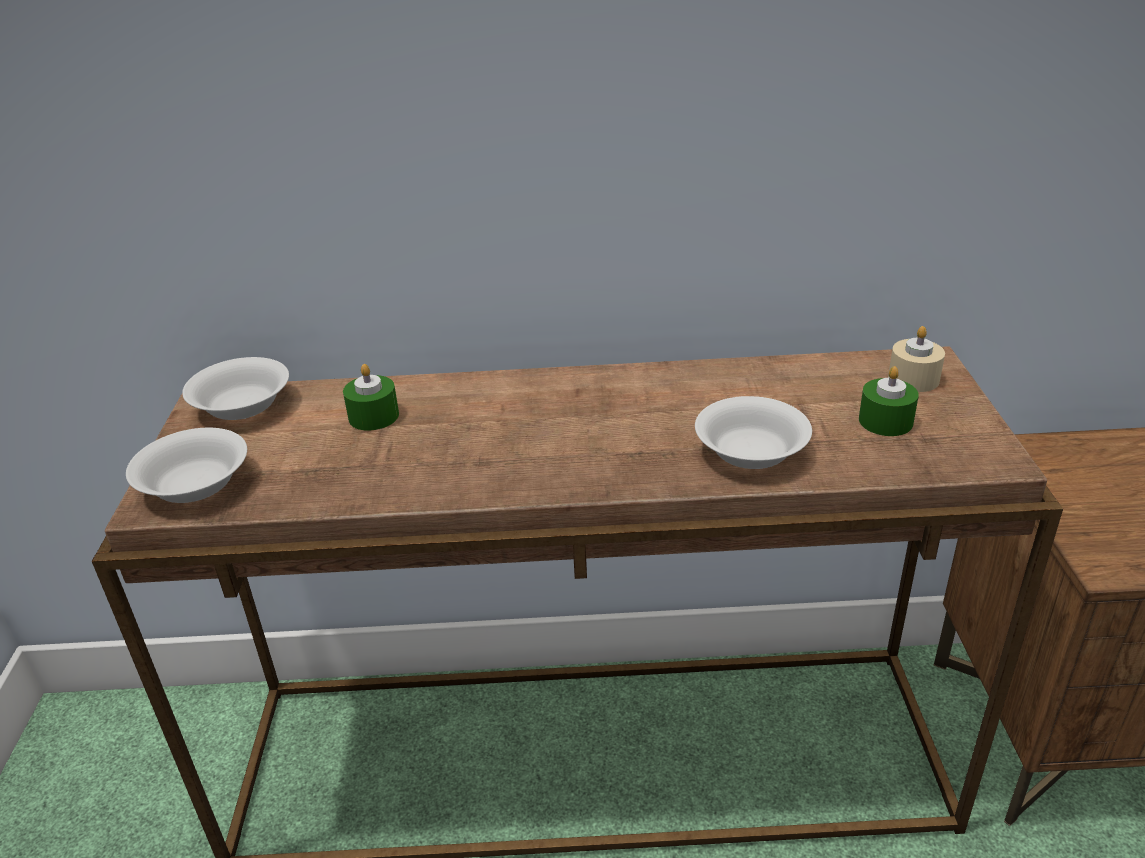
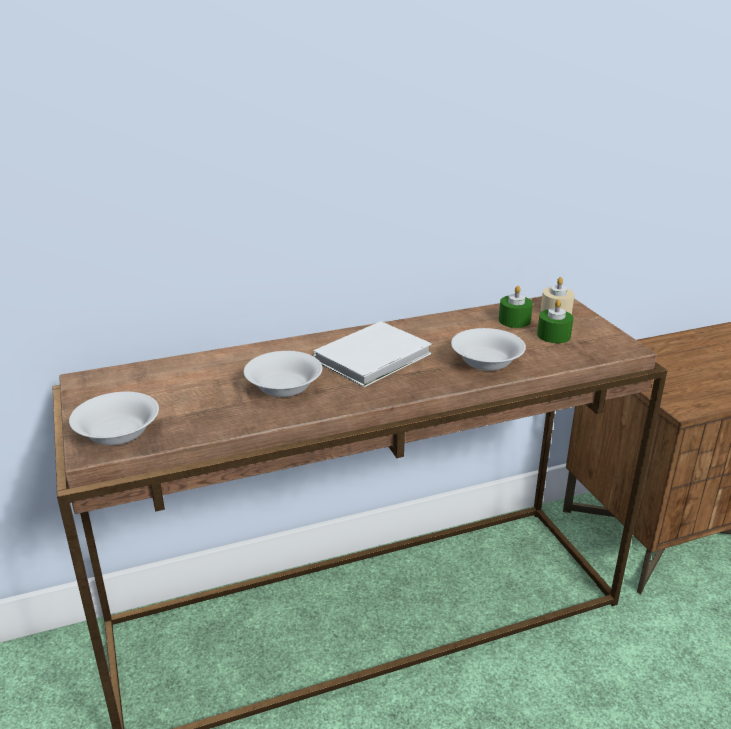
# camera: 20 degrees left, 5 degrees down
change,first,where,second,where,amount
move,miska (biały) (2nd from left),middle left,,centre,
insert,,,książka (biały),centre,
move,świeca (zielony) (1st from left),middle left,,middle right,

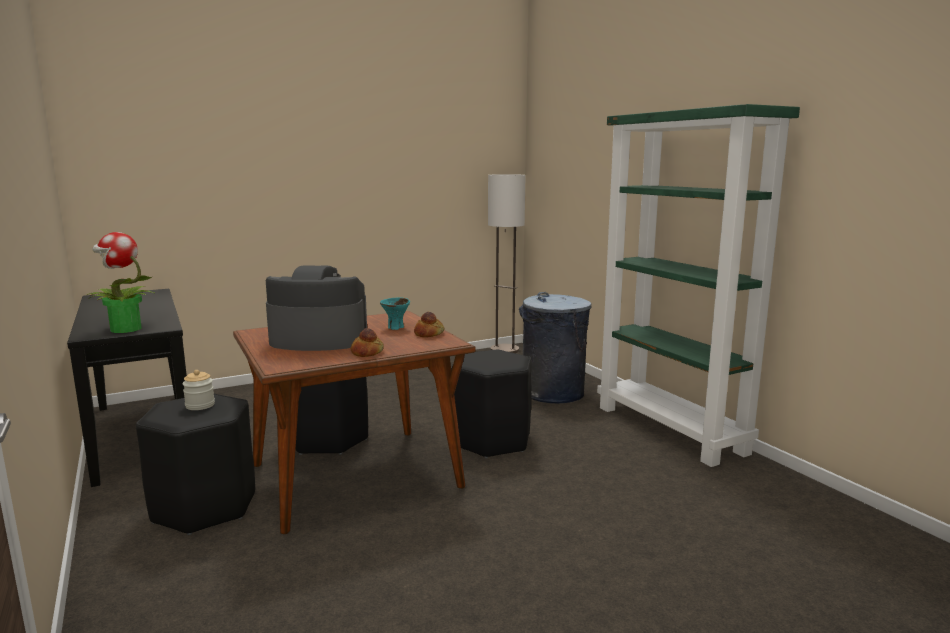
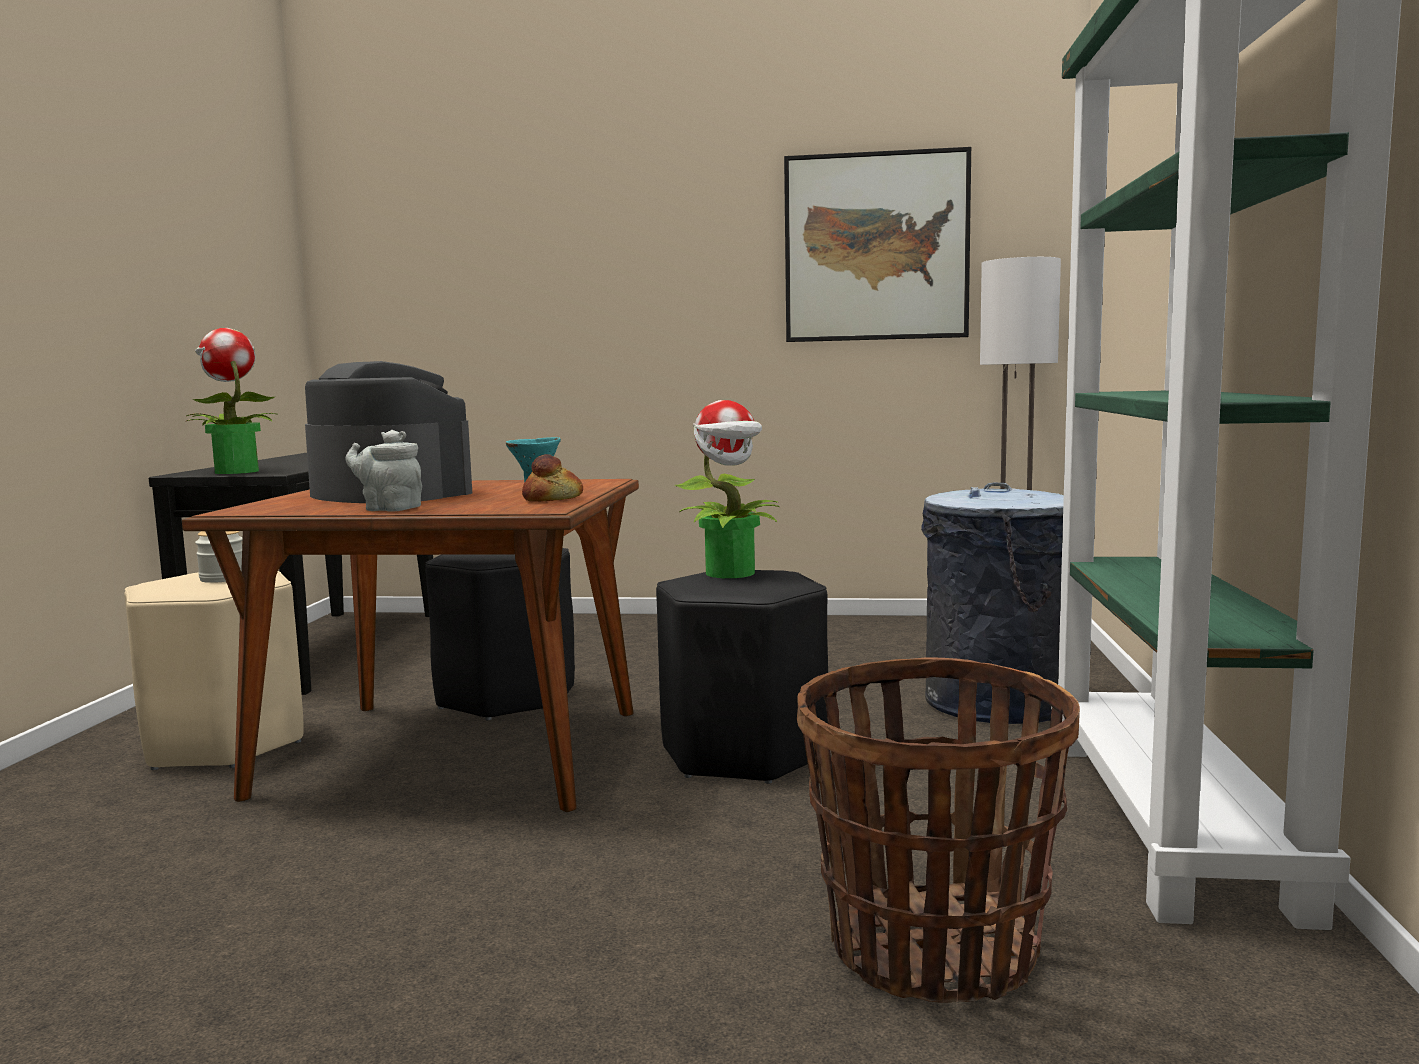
# camera: 35 degrees right, 5 degrees down
change,first,where,second,where,amount
recolor,stołek (czarny) (1st from left),bottom left,stołek (beżowy),middle left,
replace,chleb (1st from left),centre,imbryk (szary),middle left,
insert,,,roślina doniczkowa (2nd from left),centre,
insert,,,obraz,top centre,
insert,,,koszyk,bottom centre,

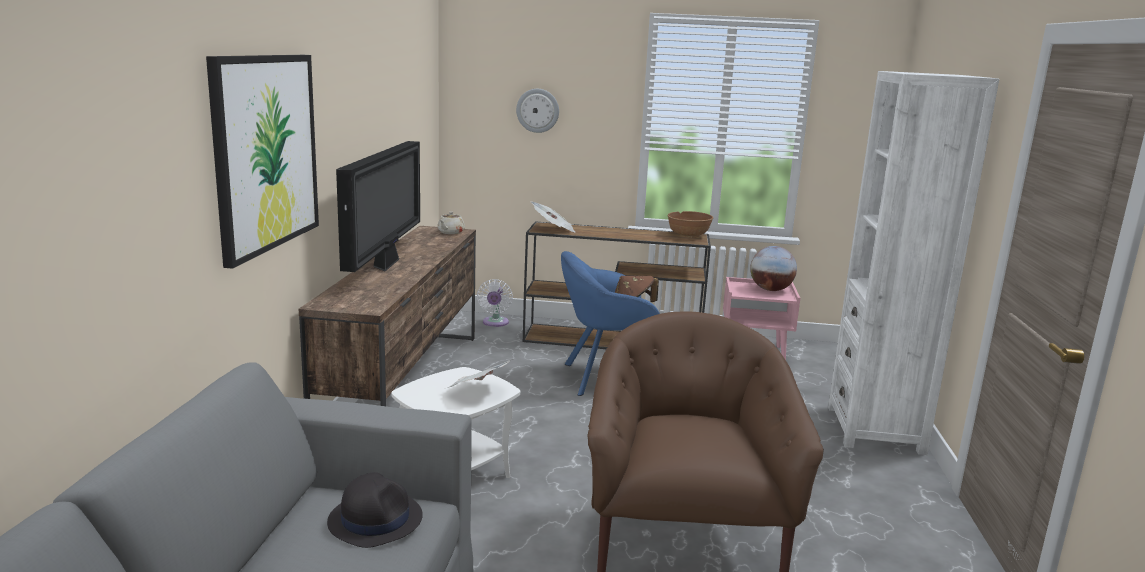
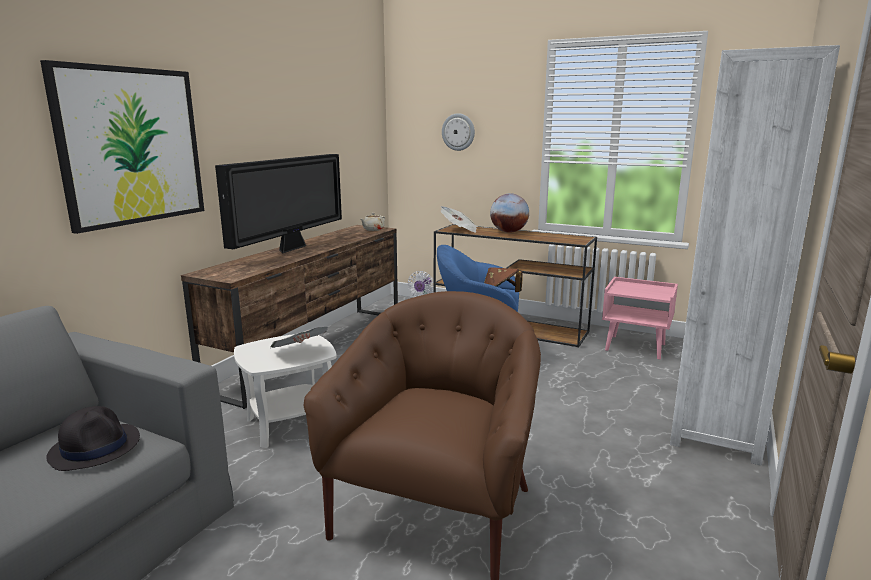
# camera: 20 degrees right, 0 degrees up
change,first,where,second,where,amount
move,globus,middle right,,centre,
delete,miska (brązowy),centre,,,

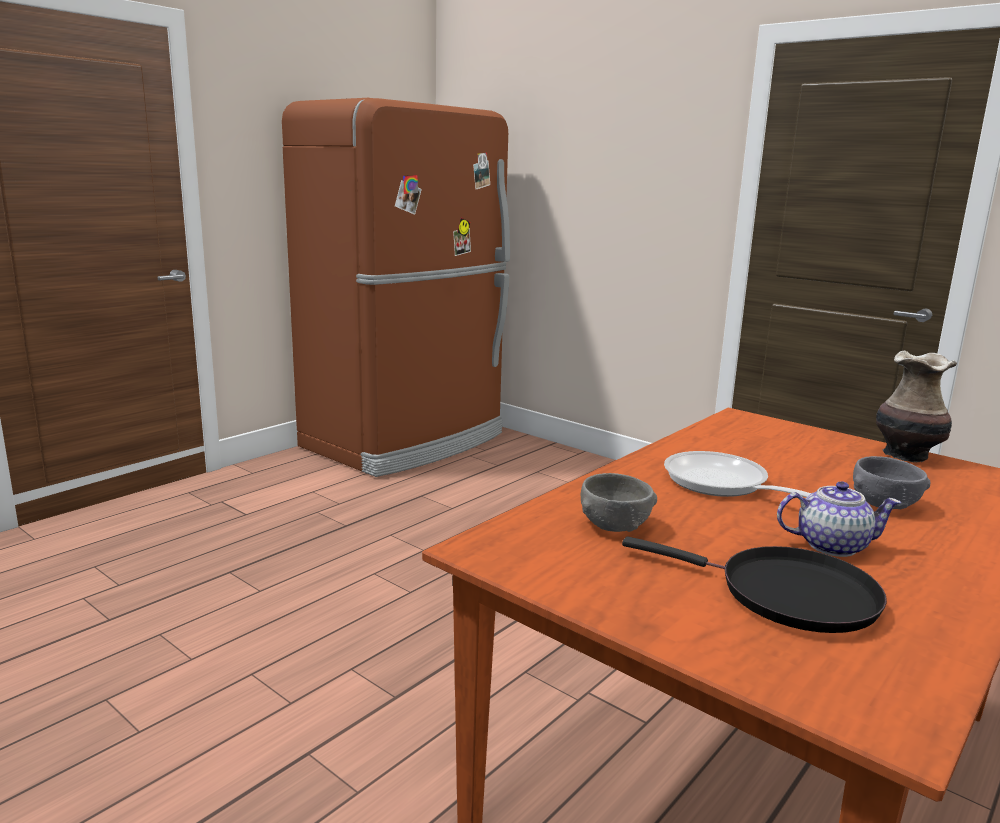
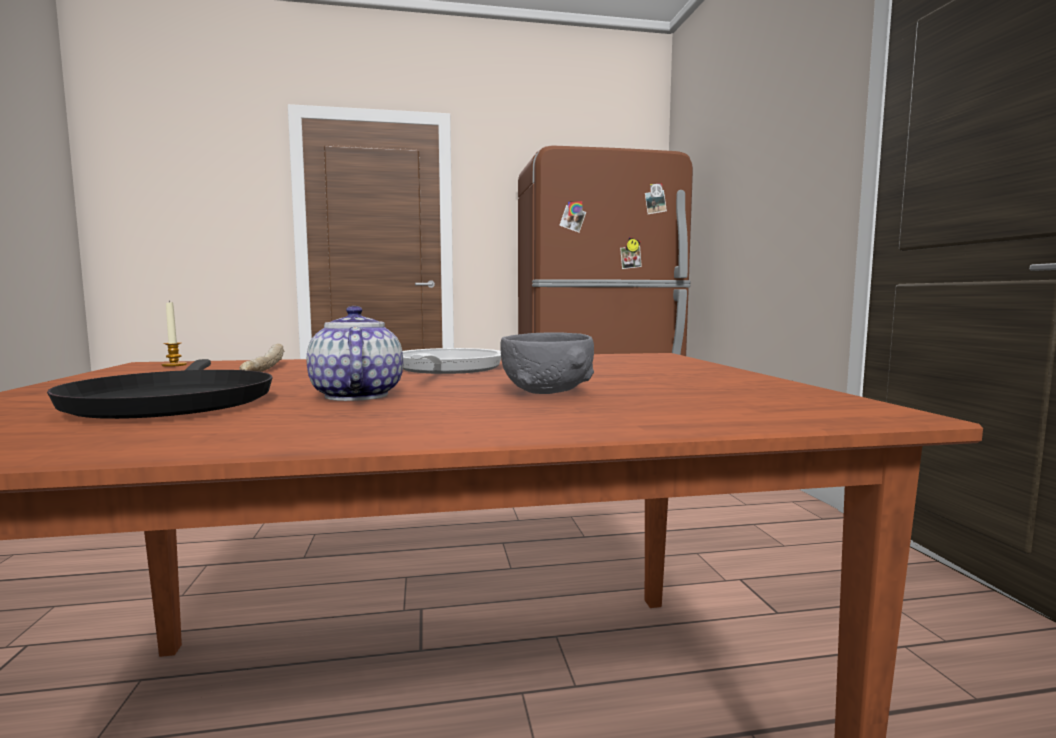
# camera: 40 degrees right, 10 degrees down
change,first,where,second,where,amount
insert,,,świeca,middle left,
replace,miska (szary) (1st from left),centre,chleb,middle left,
rotate,imbryk,middle right,,centre,150 degrees counterclockwise
delete,wazon,middle right,,,

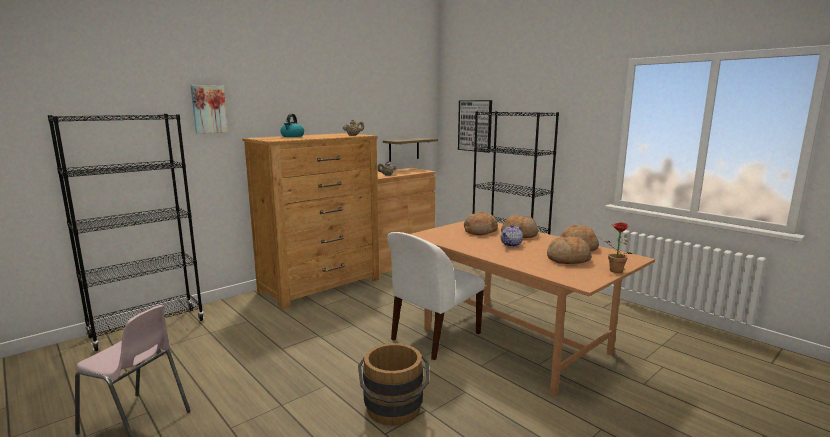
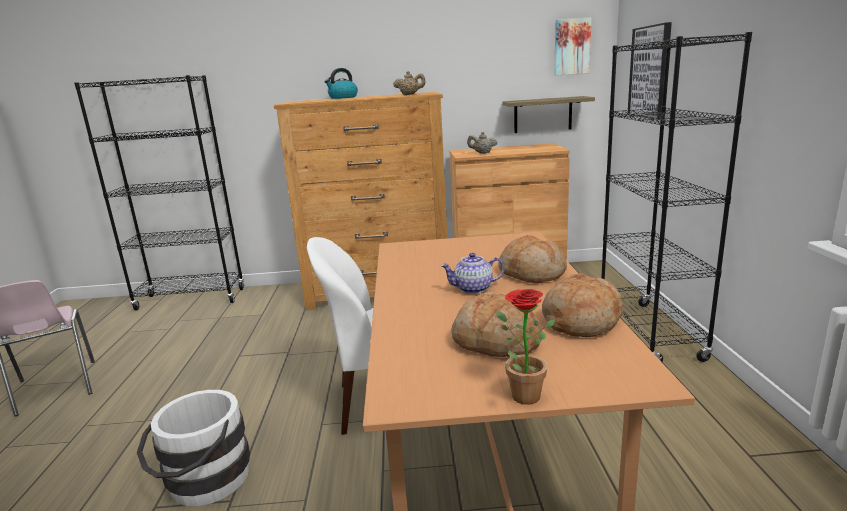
# camera: 40 degrees right, 5 degrees up
change,first,where,second,where,amount
recolor,wiadro (brązowy),bottom centre,wiadro (biały),bottom left,
move,obraz (1st from left),top left,,top right,
delete,chleb (1st from left),centre,,,

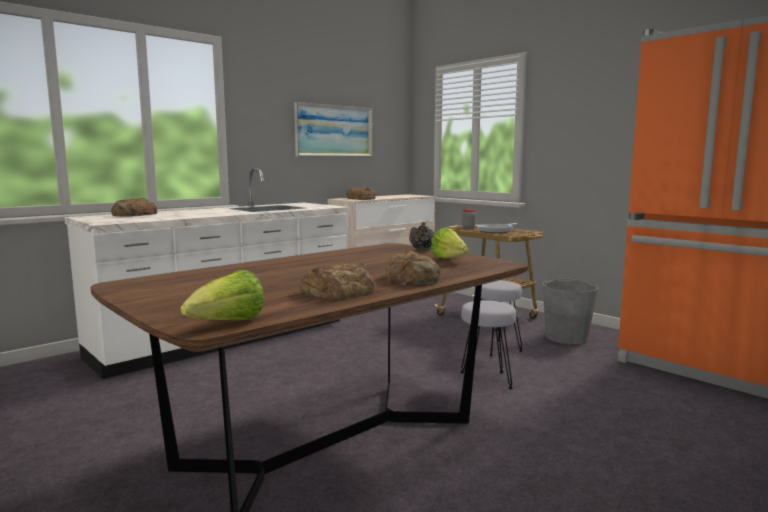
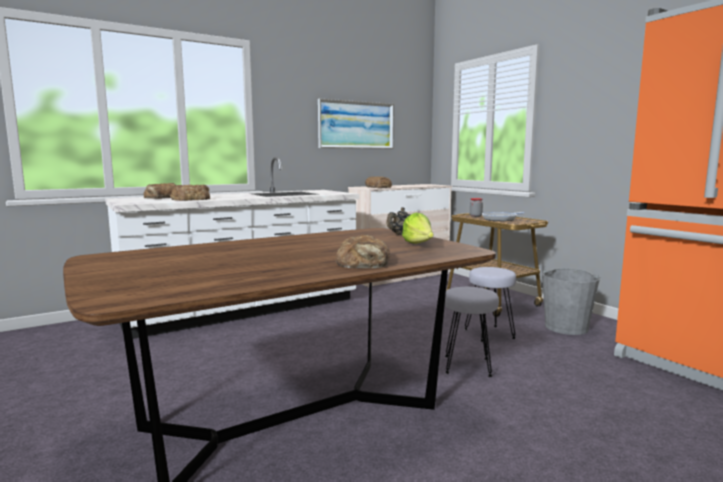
# camera: 10 degrees right, 0 degrees up
change,first,where,second,where,amount
move,chleb (2nd from left),centre,,middle left,
delete,sałata (1st from left),middle left,,,

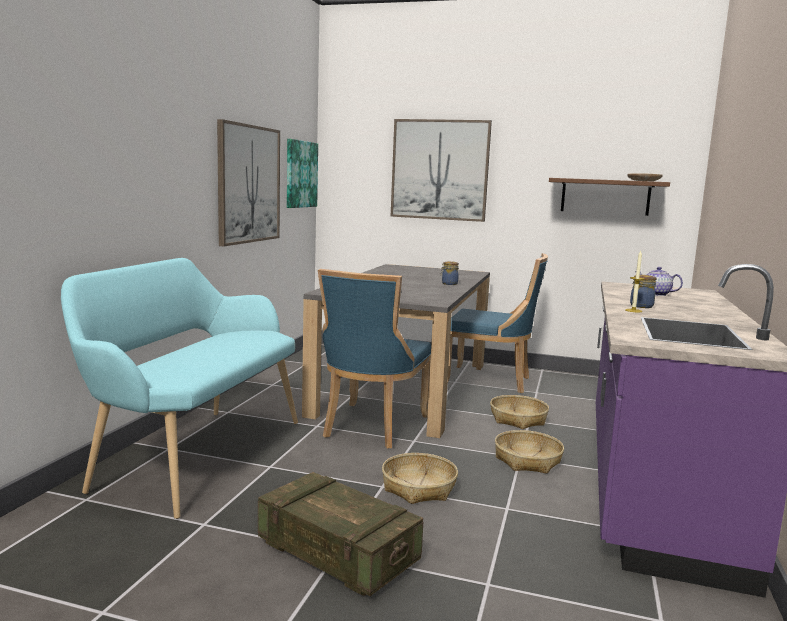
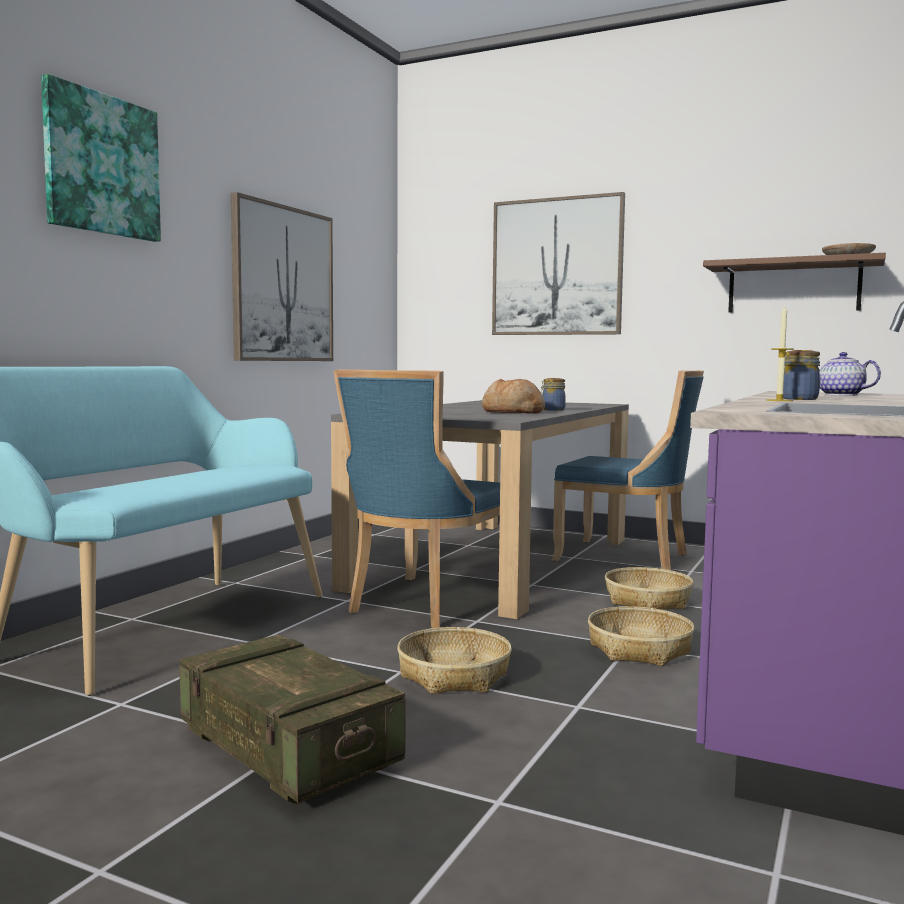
# camera: 10 degrees right, 5 degrees down
change,first,where,second,where,amount
move,obraz (2nd from left in the first image),top centre,obraz (1st from left),top left,
insert,,,chleb,centre,

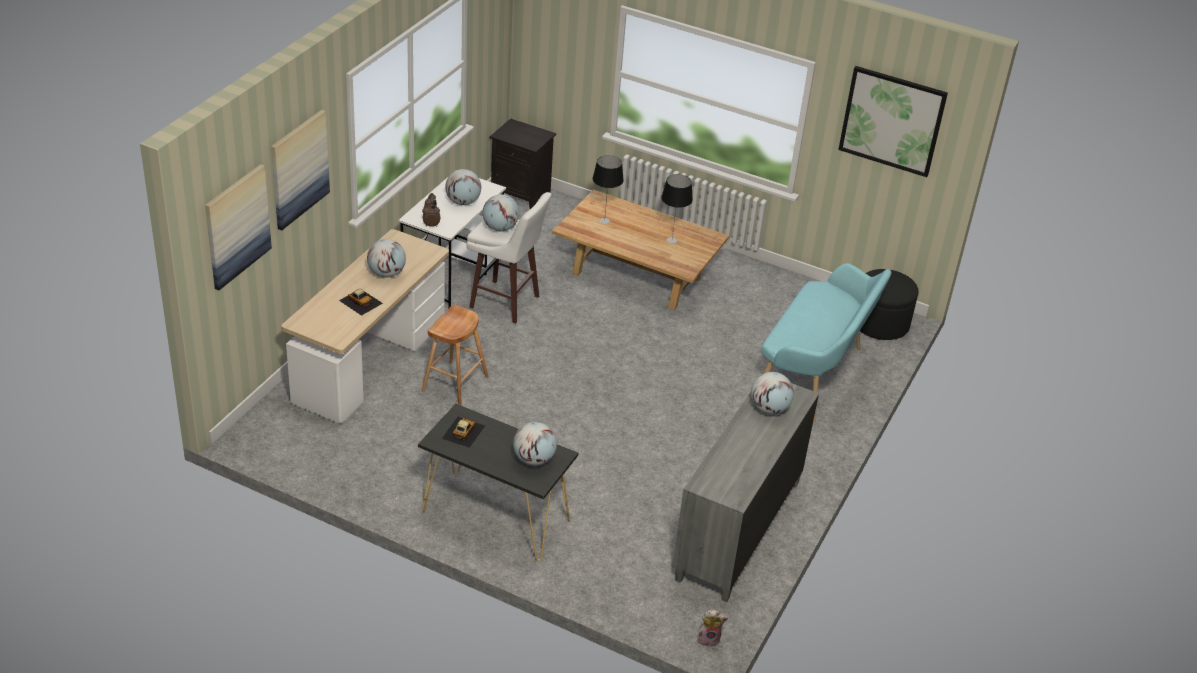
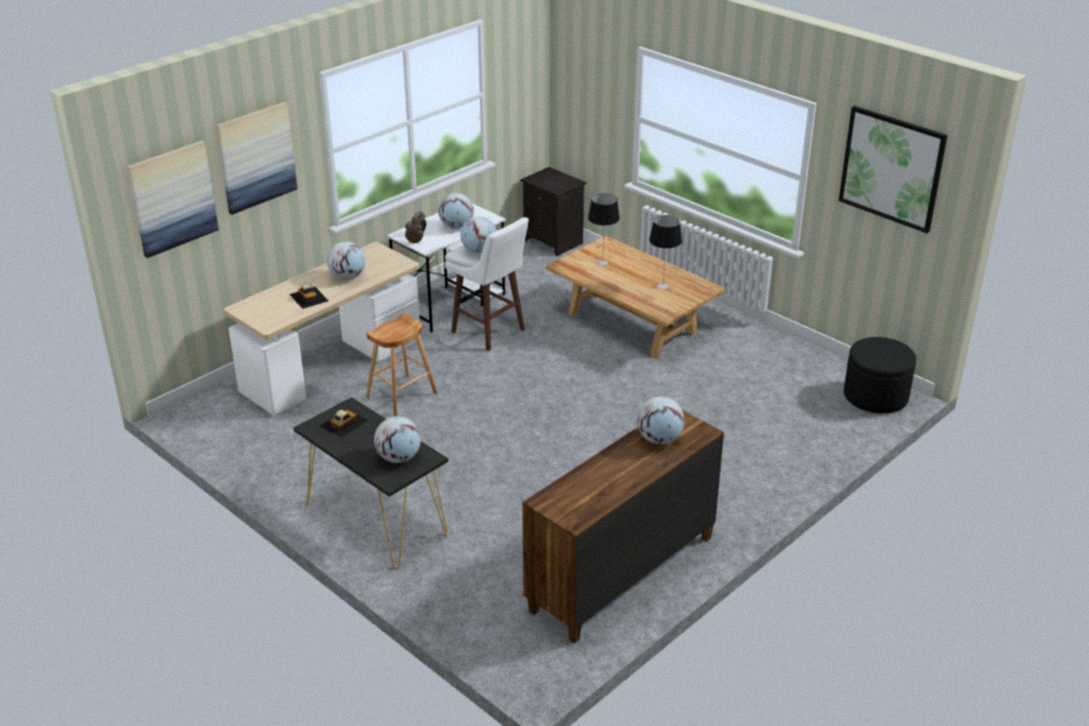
# camera: 20 degrees right, 5 degrees down
change,first,where,second,where,amount
recolor,komoda (szary),bottom centre,komoda (brązowy),bottom centre,
delete,pluszak,bottom centre,,,
delete,ławka (turkusowy),middle right,,,

